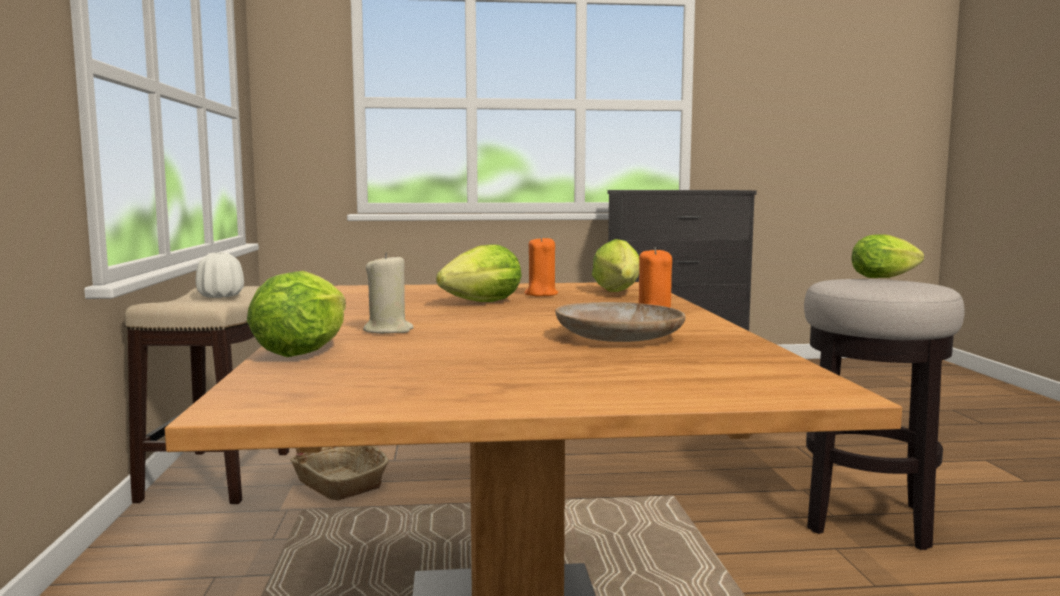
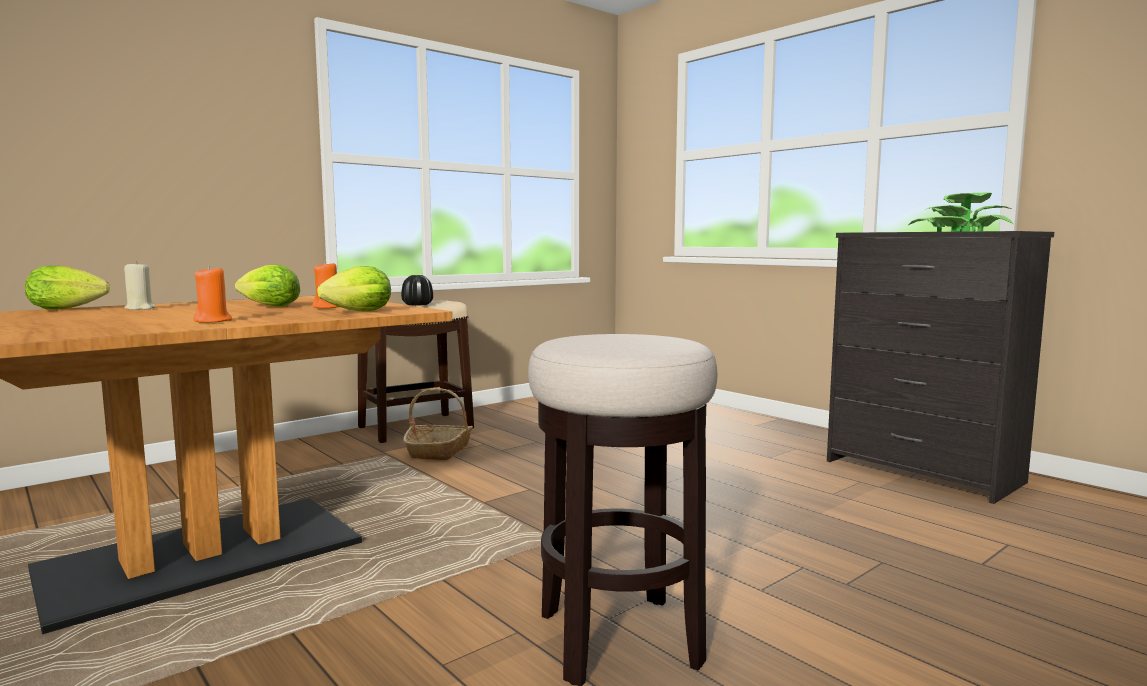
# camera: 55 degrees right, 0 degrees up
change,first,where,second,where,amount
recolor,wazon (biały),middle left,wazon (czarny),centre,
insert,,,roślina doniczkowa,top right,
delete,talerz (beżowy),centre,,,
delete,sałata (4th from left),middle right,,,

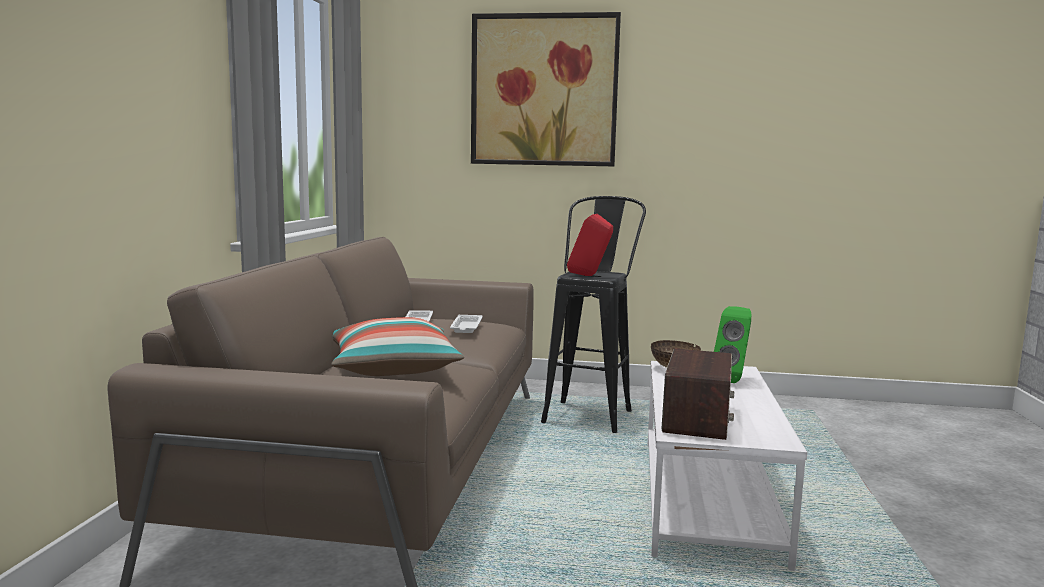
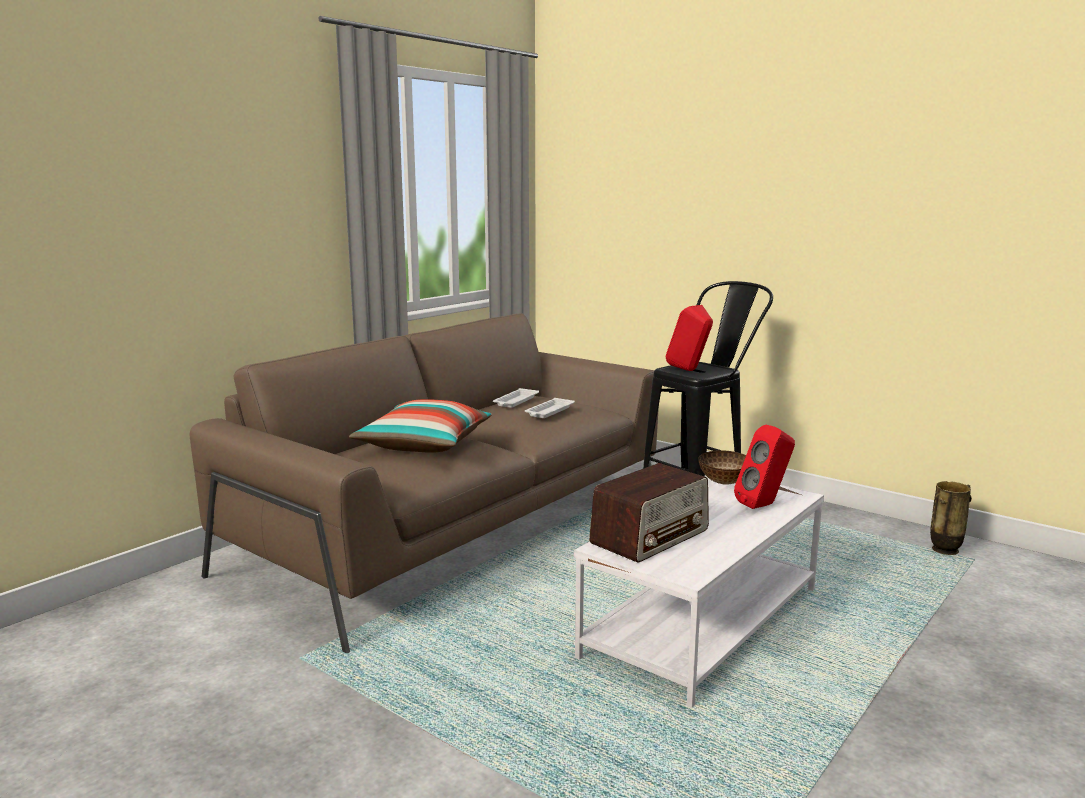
# camera: 30 degrees right, 5 degrees up
change,first,where,second,where,amount
recolor,głośnik (zielony),middle right,głośnik (czerwony) (2nd from left),middle right,
insert,,,wazon,middle right,
delete,obraz,top centre,,,

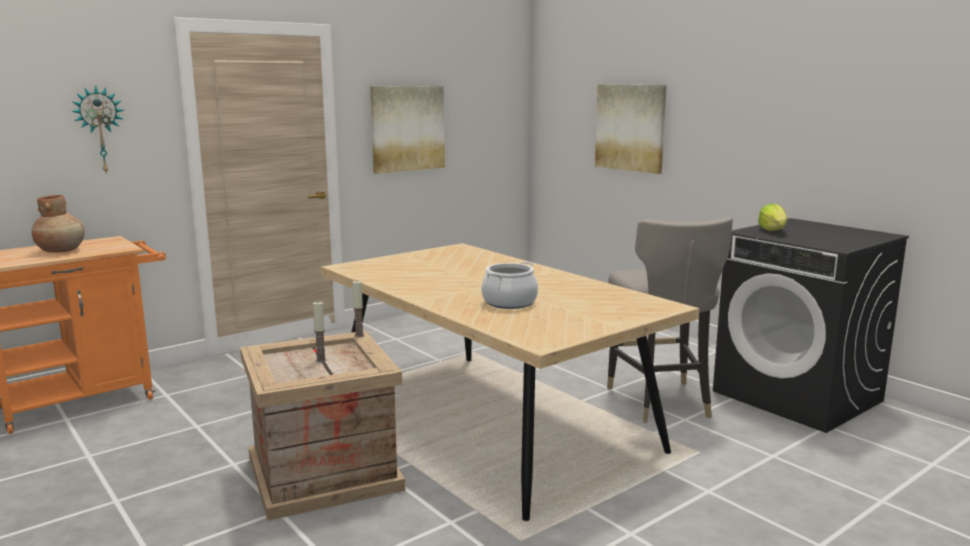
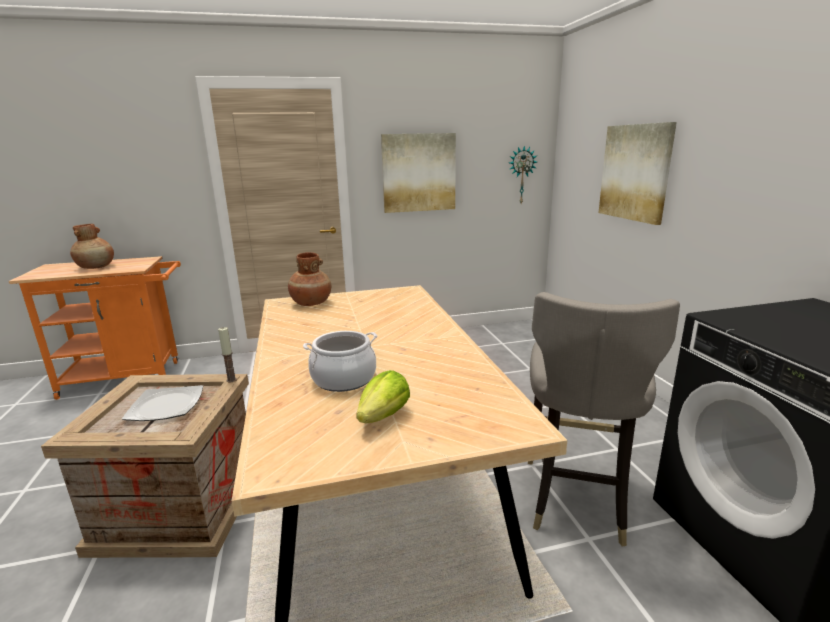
# camera: 25 degrees right, 5 degrees up
change,first,where,second,where,amount
replace,świeca (1st from left),middle left,talerz,middle left,
insert,,,wazon (brązowy) (2nd from left),centre,
move,sałata,middle right,,centre,
move,zegar ścienny,top left,,top centre,

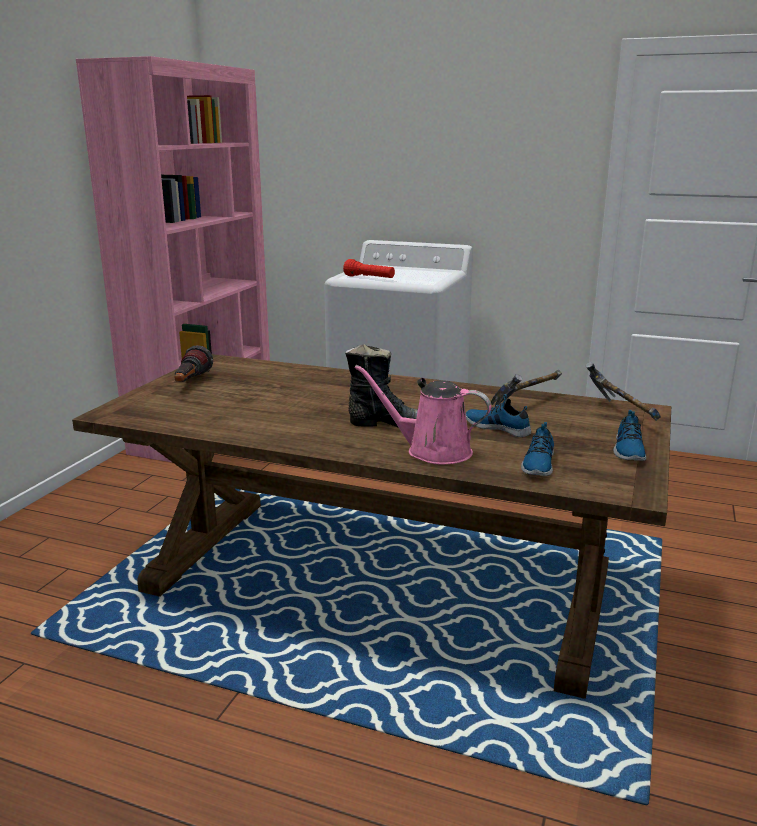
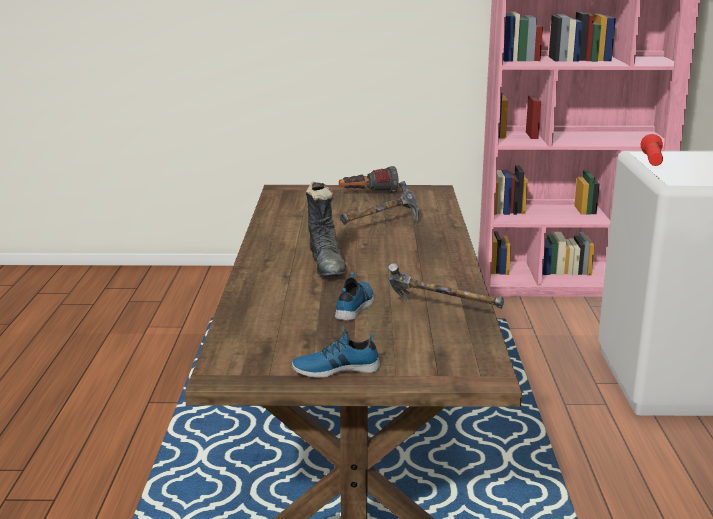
# camera: 70 degrees right, 0 degrees up
change,first,where,second,where,amount
move,młotek (2nd from left in the first image),middle right,młotek (1st from left),centre,
delete,konewka (różowy),centre,,,
delete,but (2nd from left),middle right,,,

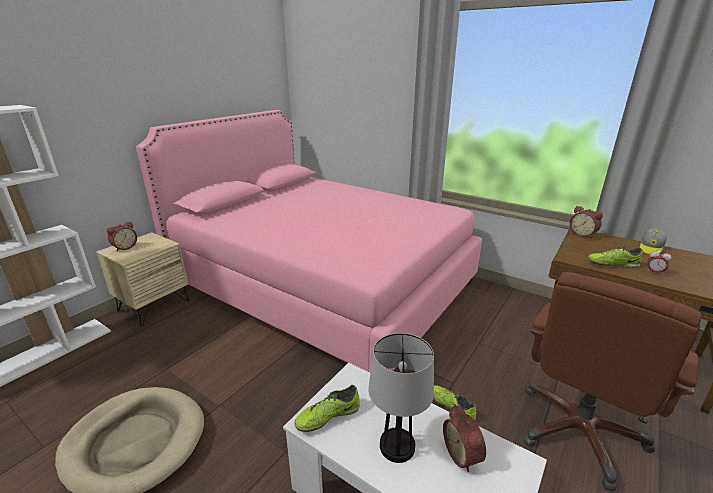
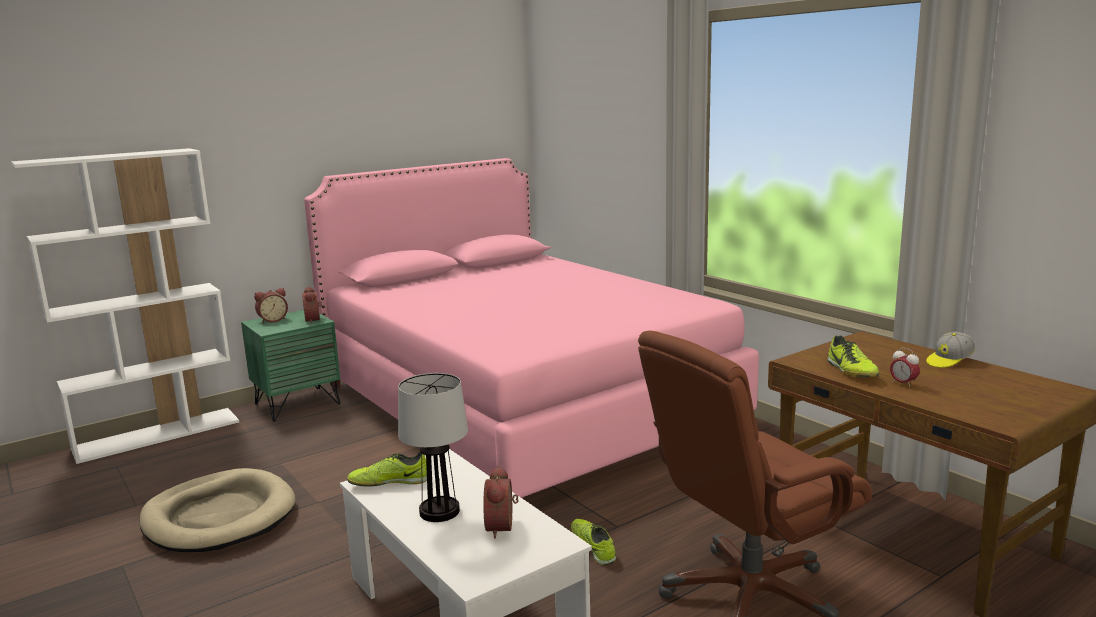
# camera: 20 degrees right, 10 degrees down
change,first,where,second,where,amount
recolor,szafka nocna (beżowy),middle left,szafka nocna (zielony),middle left,
move,budzik (3rd from left in the first image),middle right,budzik (2nd from left),middle left,
rotate,but (3rd from left),middle right,,middle right,120 degrees counterclockwise

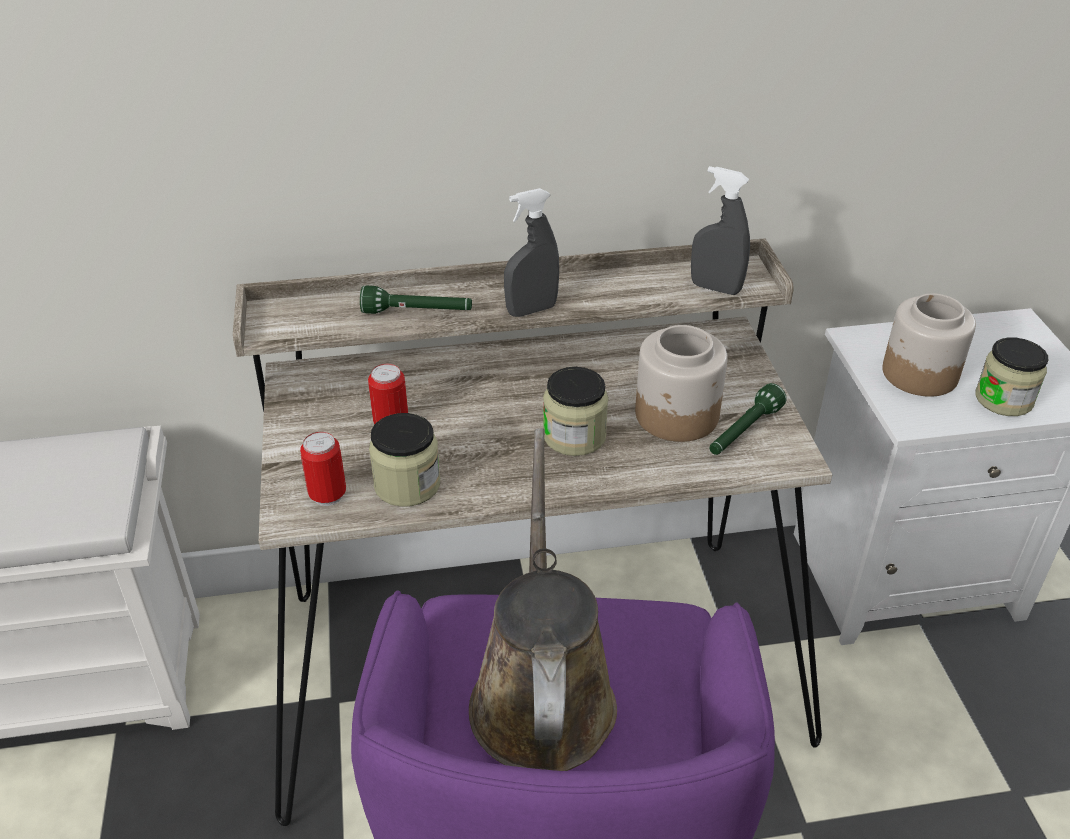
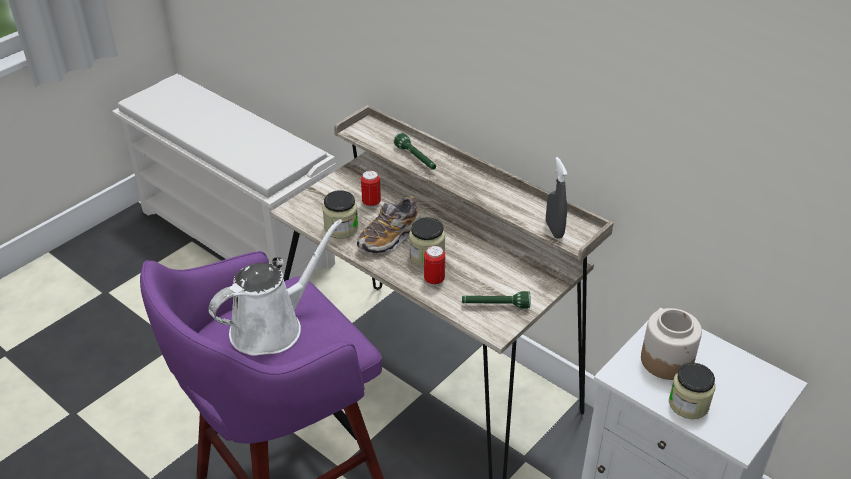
# camera: 50 degrees right, 0 degrees up
change,first,where,second,where,amount
recolor,konewka (brązowy),bottom centre,konewka (biały),middle left,
insert,,,but,centre,
move,puszka (1st from left in the first image),middle left,puszka (2nd from left),centre,
delete,spryskiwacz (szary) (1st from left),top centre,,,
delete,słoik (3rd from left),centre,,,

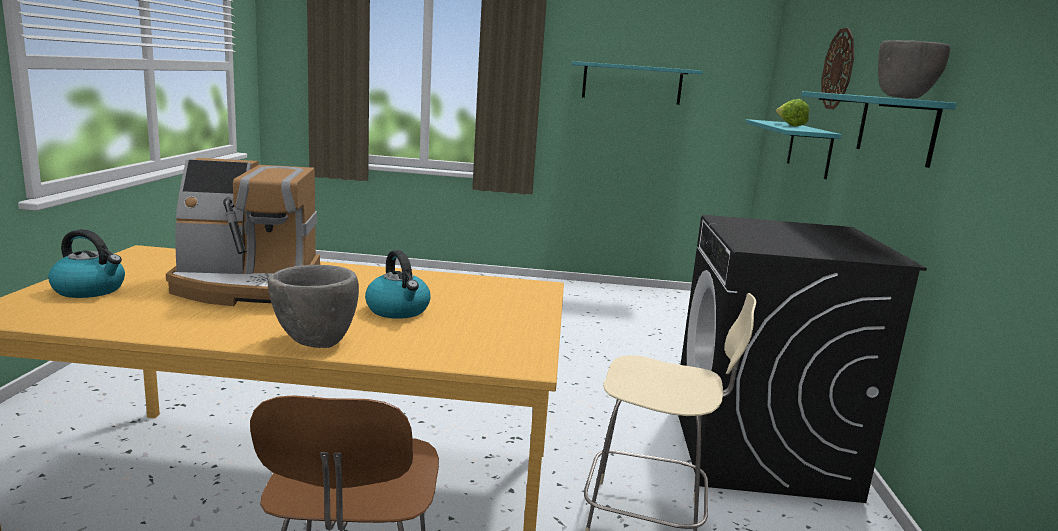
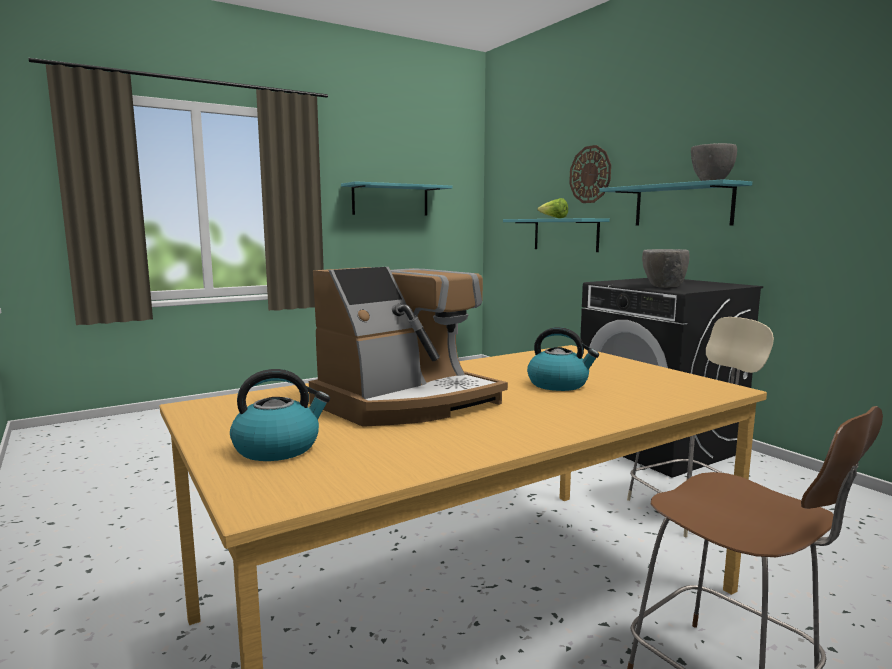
# camera: 35 degrees left, 5 degrees down
change,first,where,second,where,amount
move,miska (szary) (1st from left),middle left,,middle right,

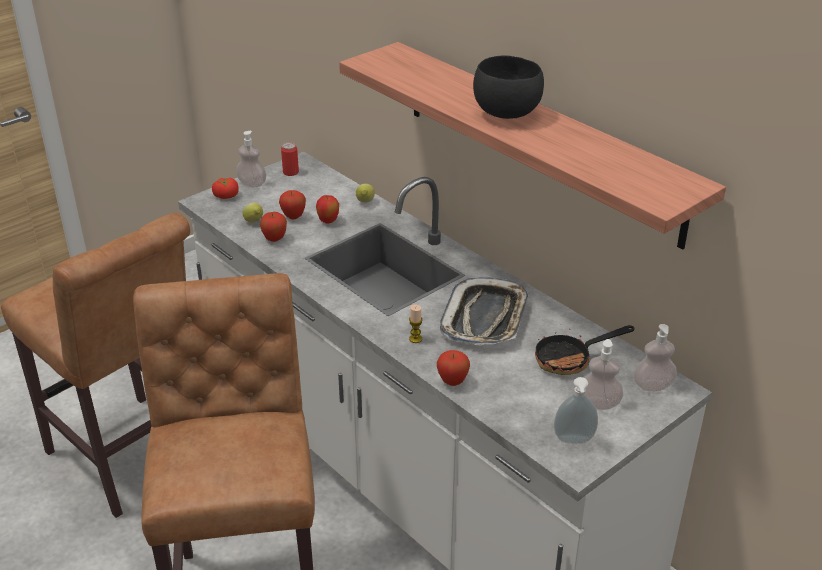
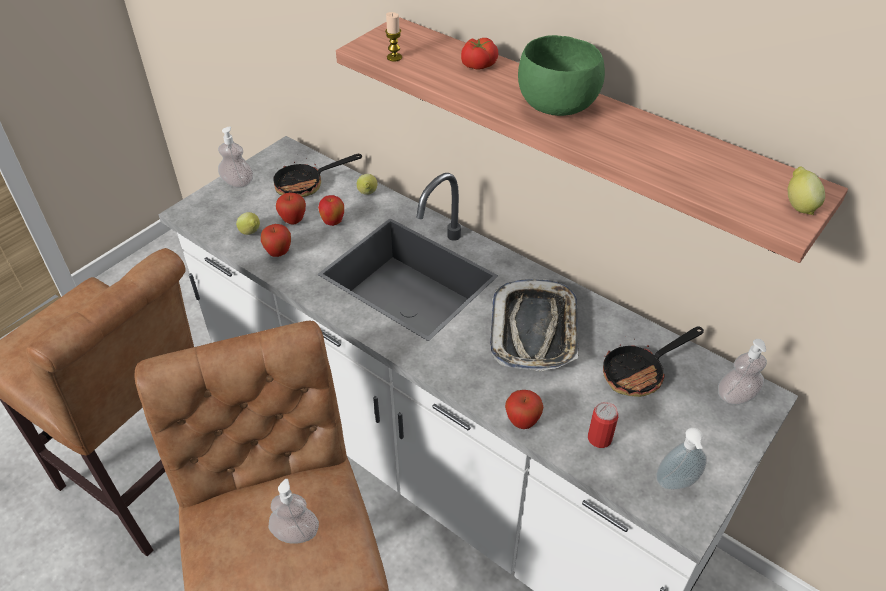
# camera: 10 degrees left, 10 degrees up
change,first,where,second,where,amount
move,dozownik mydła (3rd from left in the first image),middle right,dozownik mydła (2nd from left),bottom left,
insert,,,patelnia (1st from left),top centre,
move,świeca,centre,,top centre,
move,pomidor,top left,,top centre,
recolor,miska (czarny),top centre,miska (zielony),top centre,
move,puszka,top centre,,bottom right,
insert,,,cytryna (3rd from left),top right,

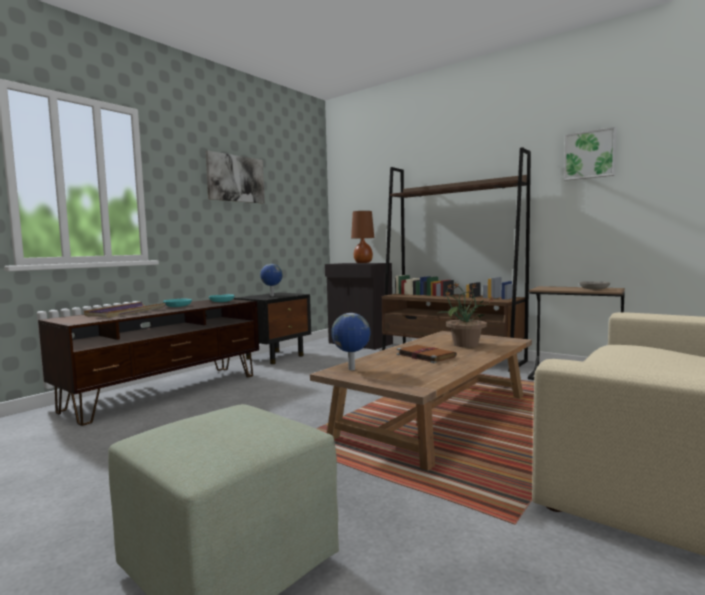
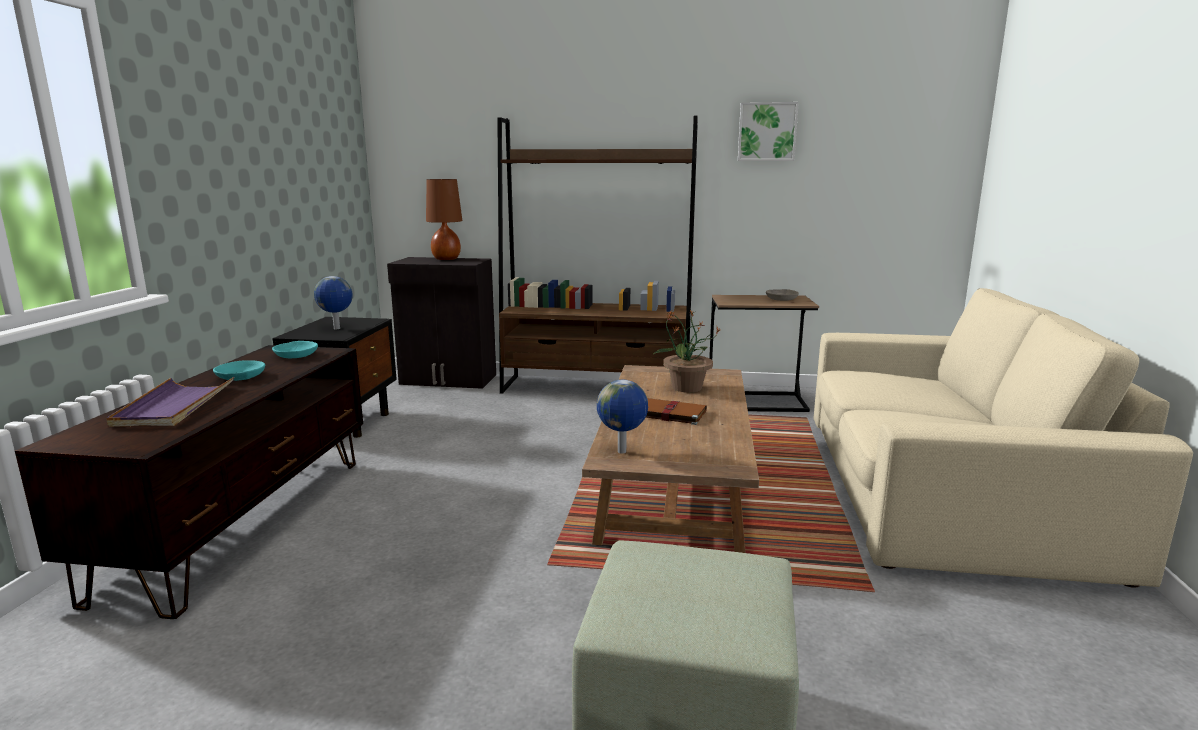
# camera: 30 degrees left, 10 degrees up
change,first,where,second,where,amount
delete,obraz (1st from left),top centre,,,

